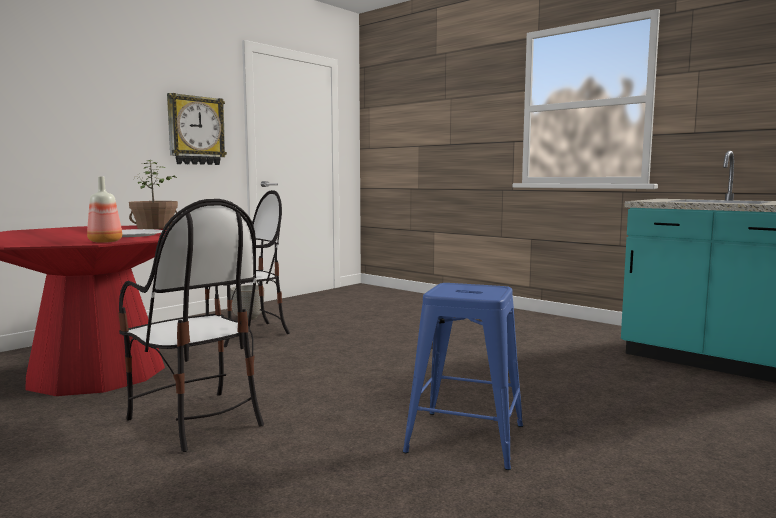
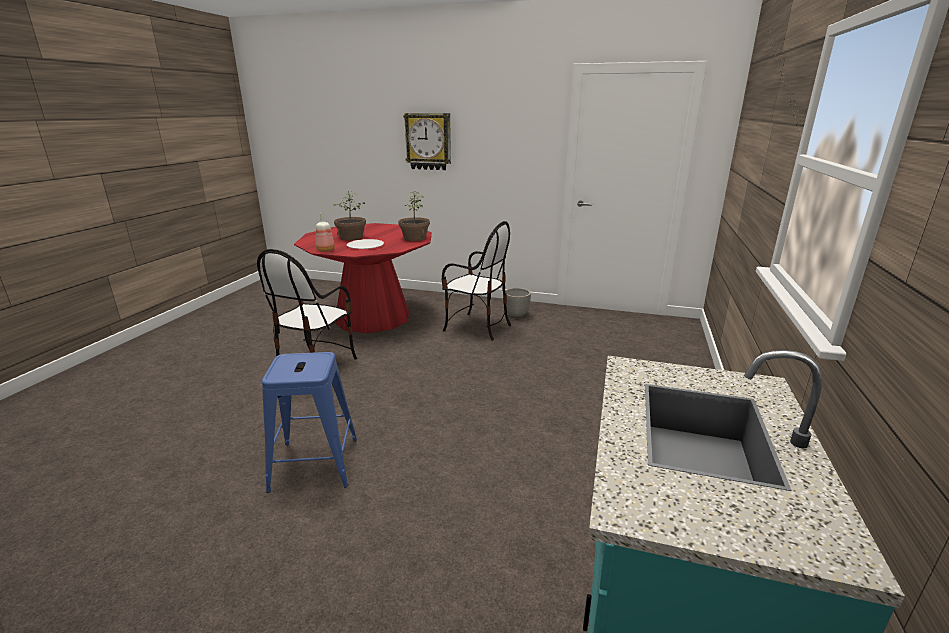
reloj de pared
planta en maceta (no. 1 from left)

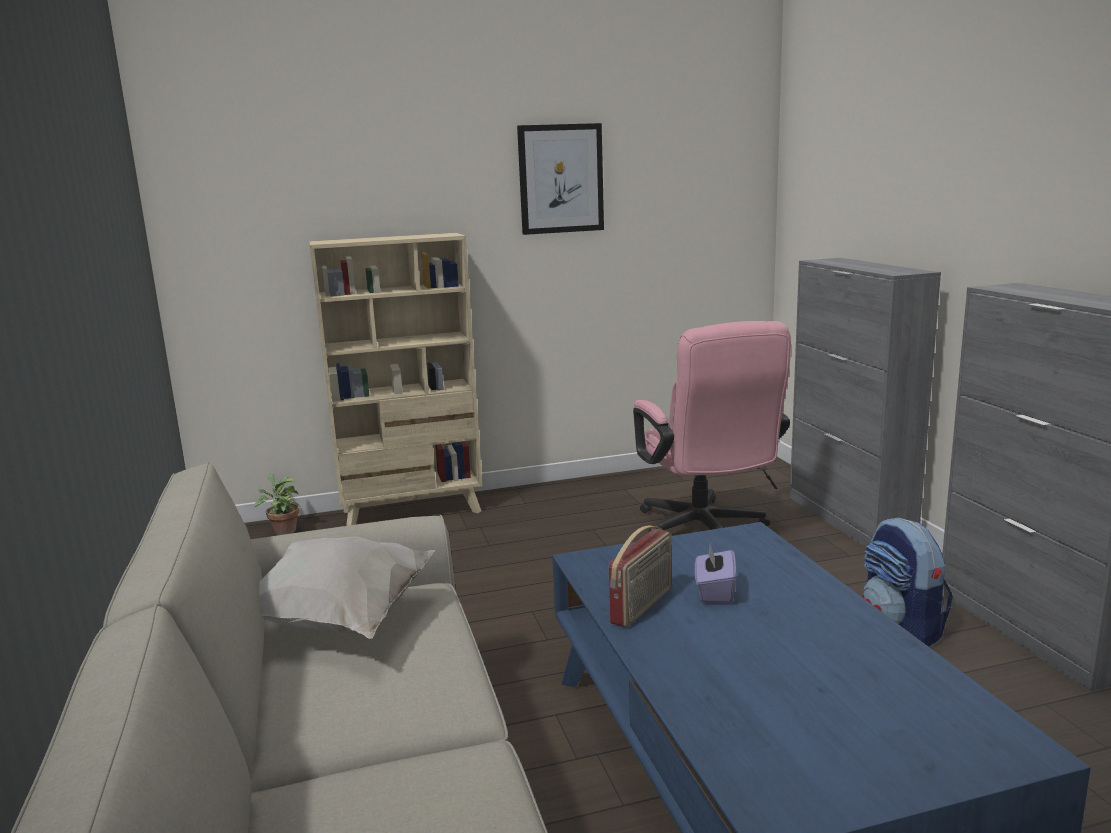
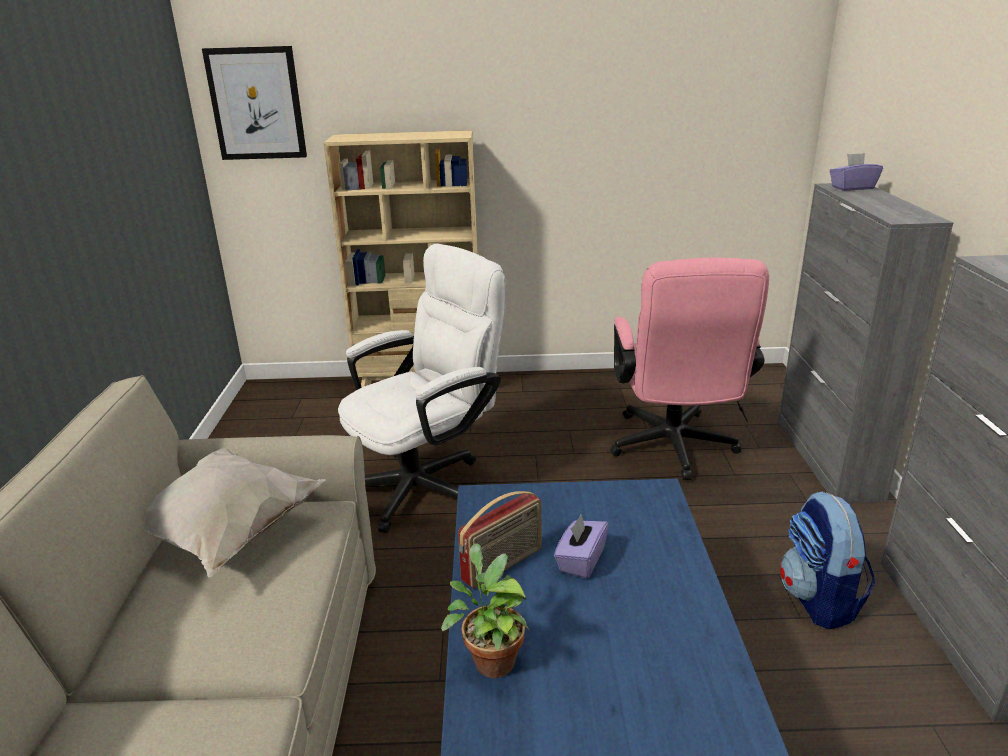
planta en maceta
cuadro
silla de oficina [blanco]
caja de pañuelos [morado] (no. 2 from left)

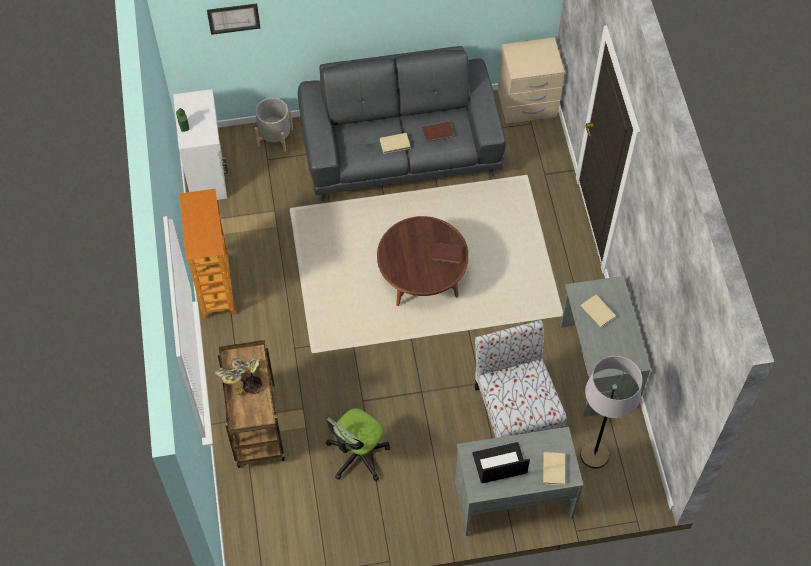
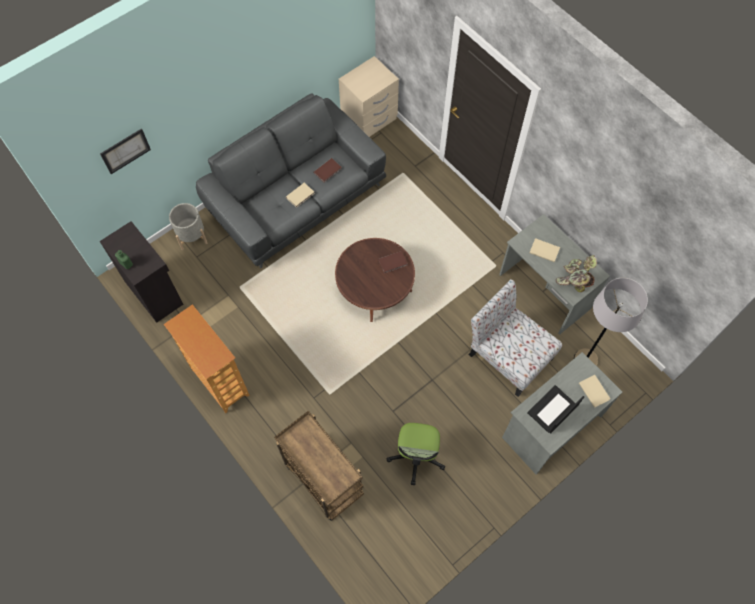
armario [negro]
planta en maceta

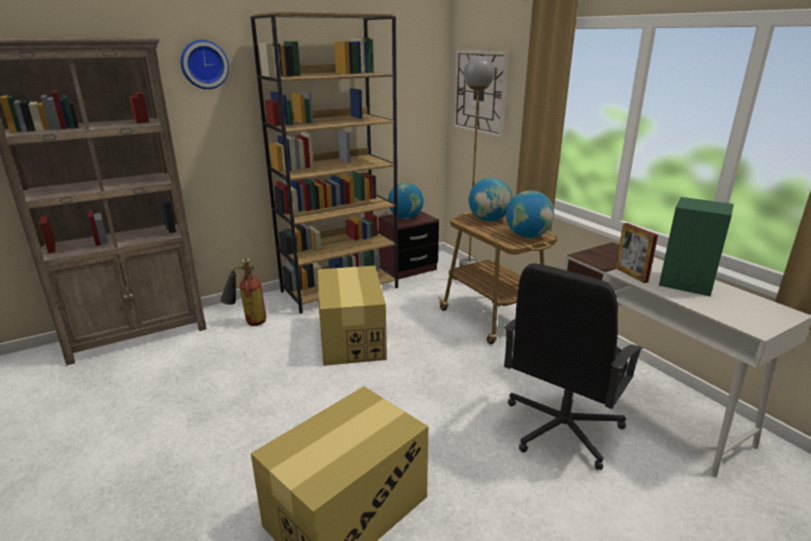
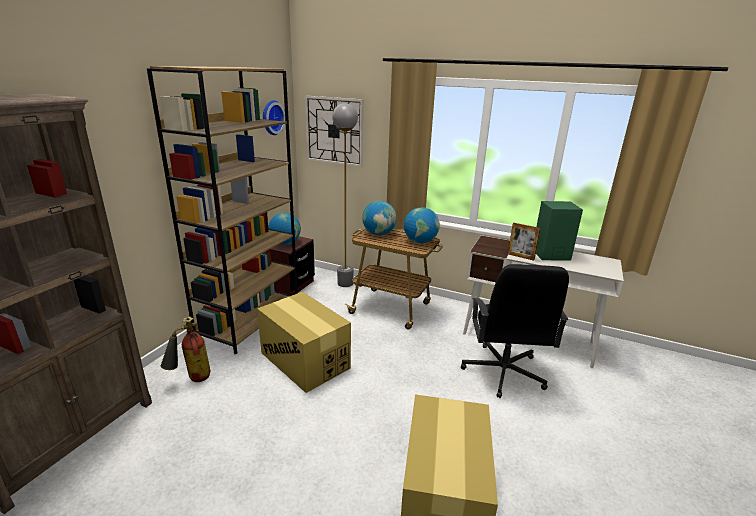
reloj de pared (no. 1 from left)

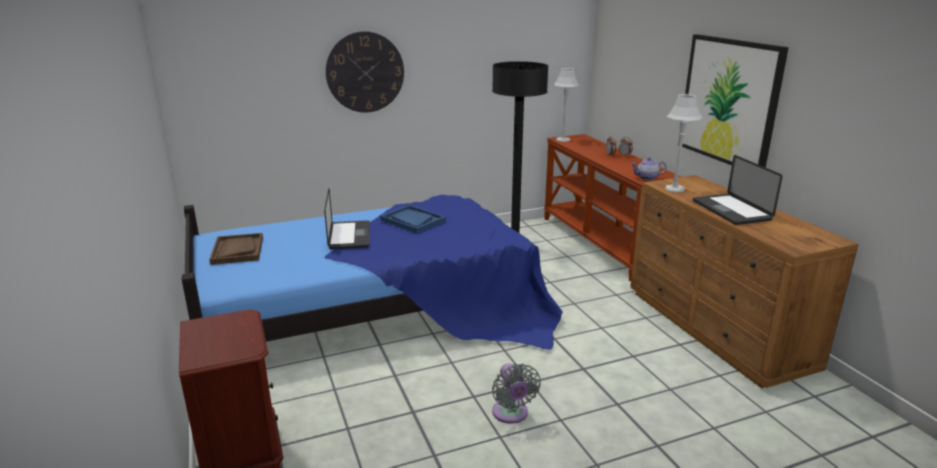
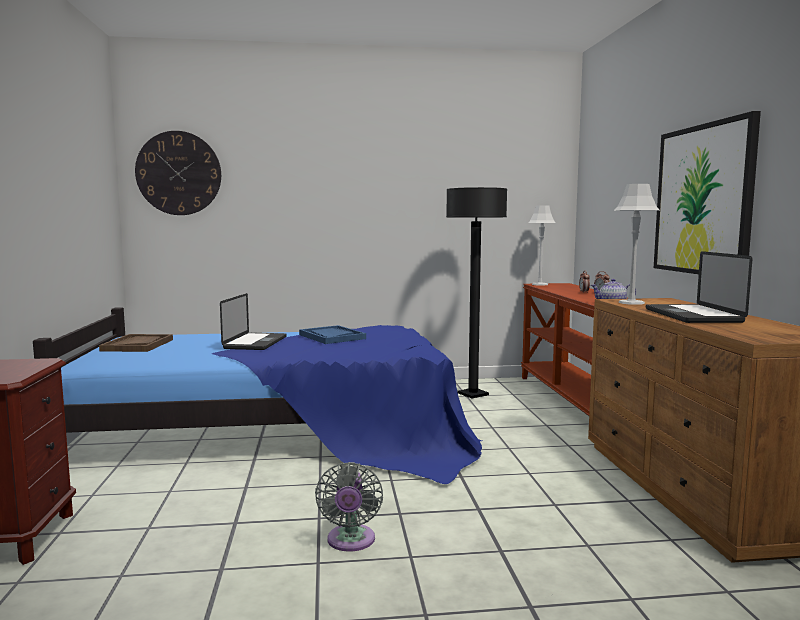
reloj de pared

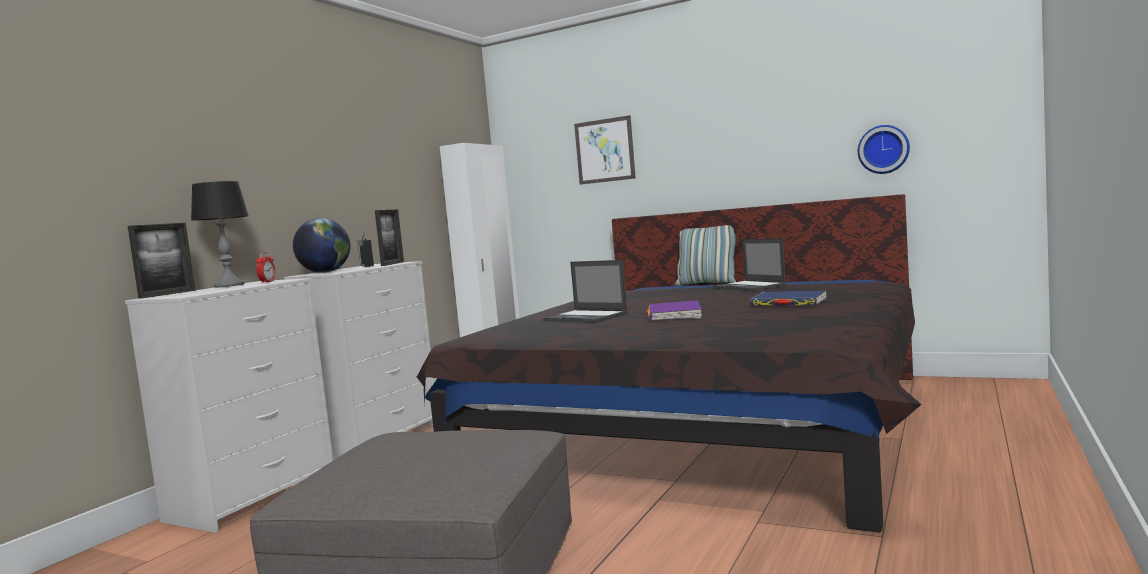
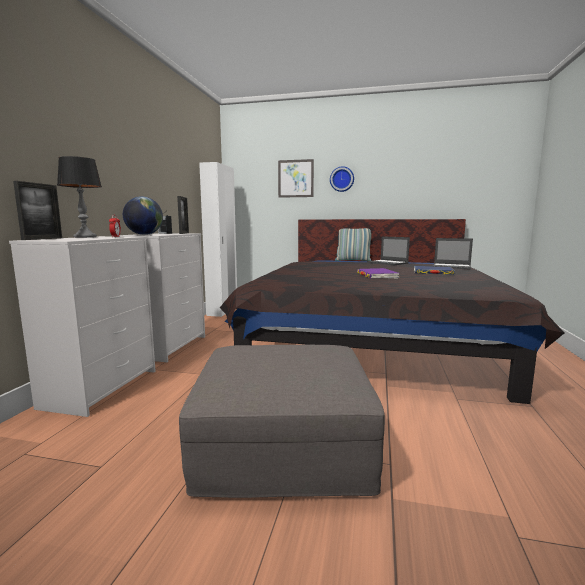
portátil (no. 2 from left)
reloj de pared

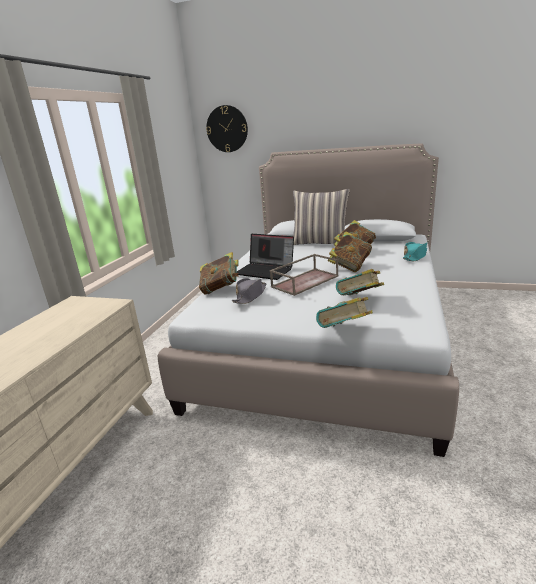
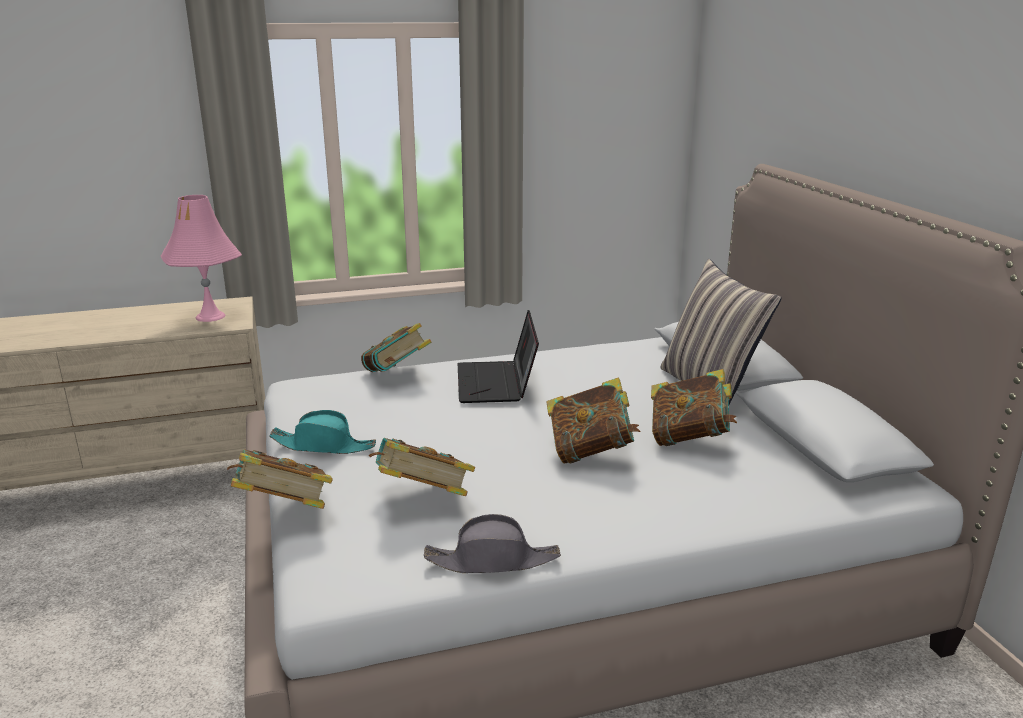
reloj de pared
sombrero [gris]
bandeja [marrón]
sombrero [turquesa]
lámpara de mesa [rosa]

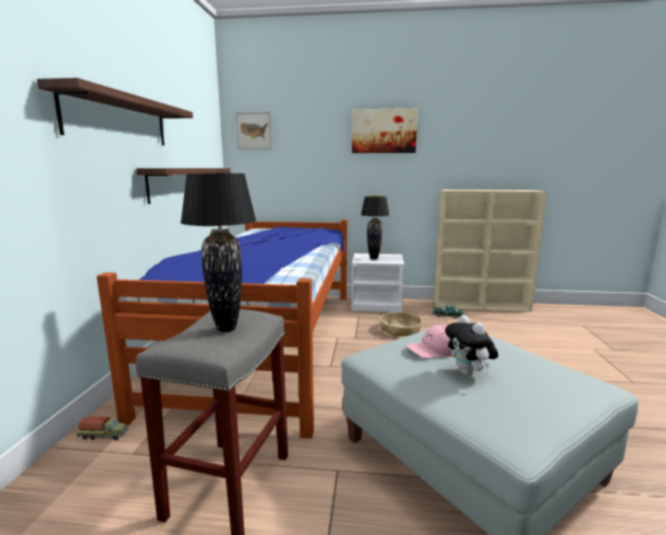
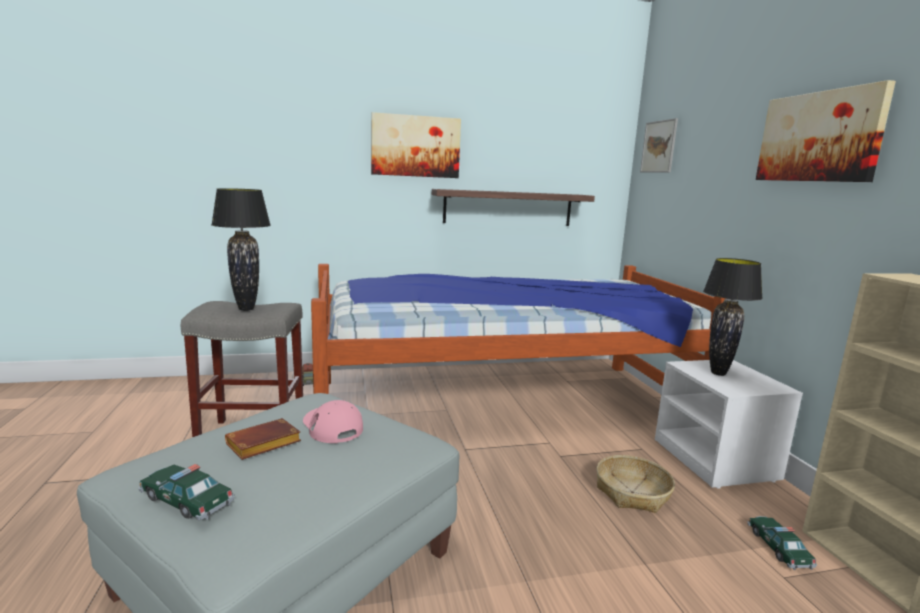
cuadro (no. 1 from left)
libro [marrón]
coche de juguete (no. 1 from left)

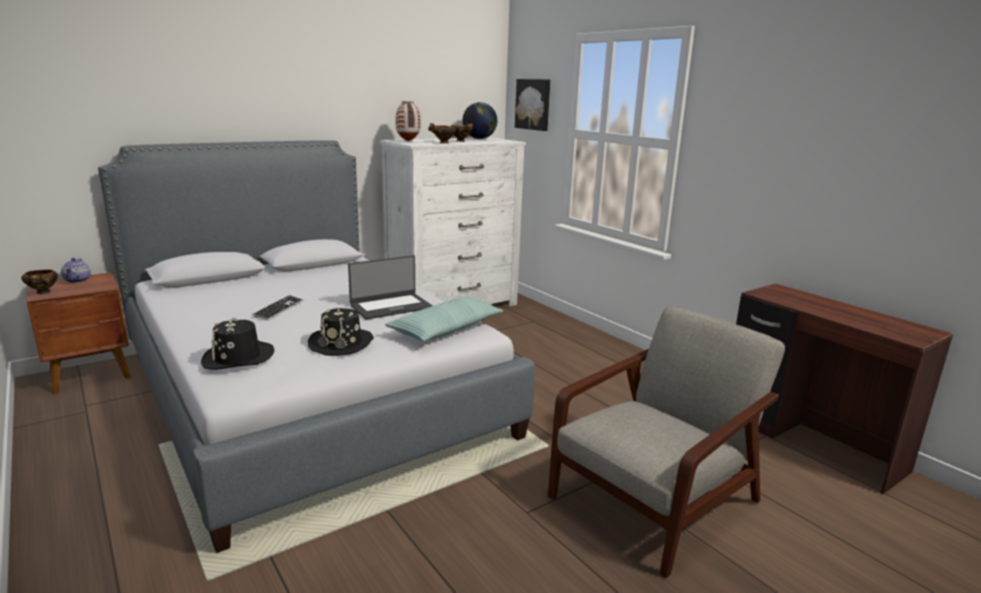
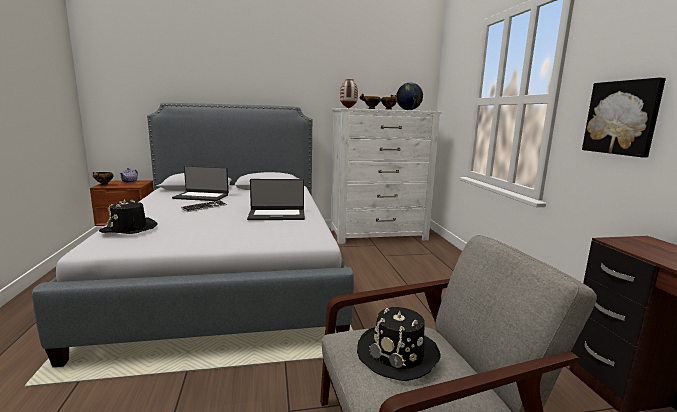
sombrero [negro] (no. 2 from left)
cojín
cuadro
portátil (no. 1 from left)

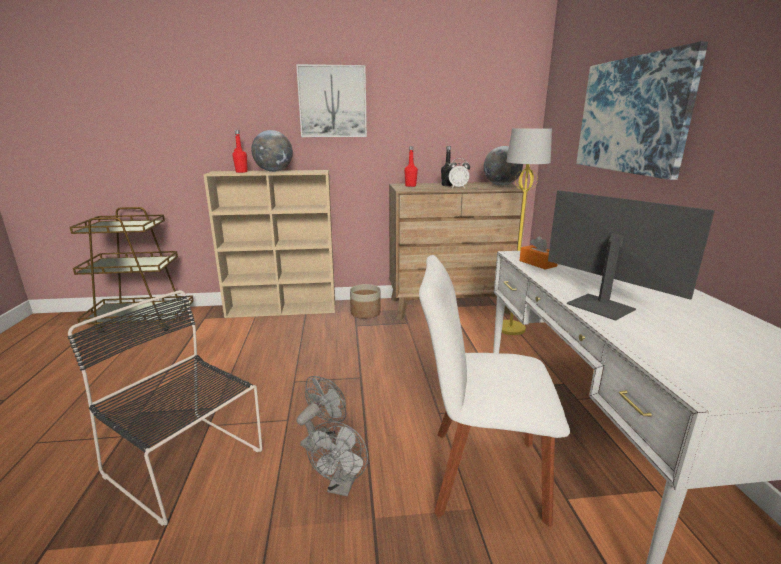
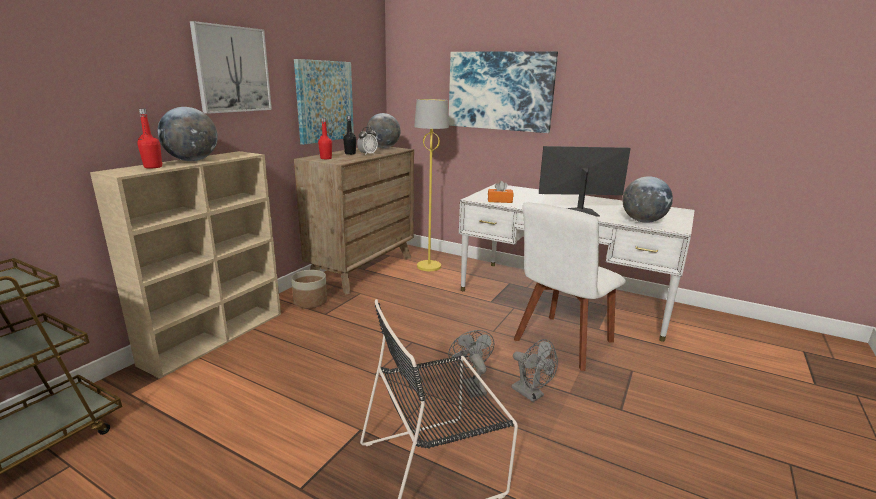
cuadro (no. 2 from left)
globo terráqueo (no. 3 from left)

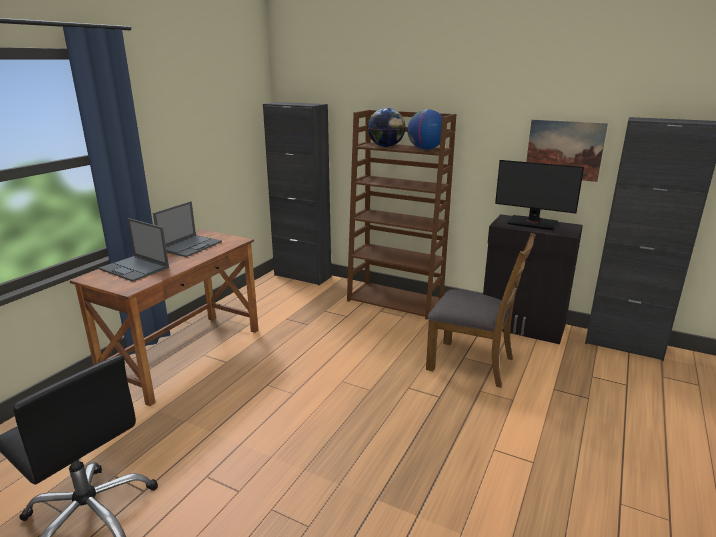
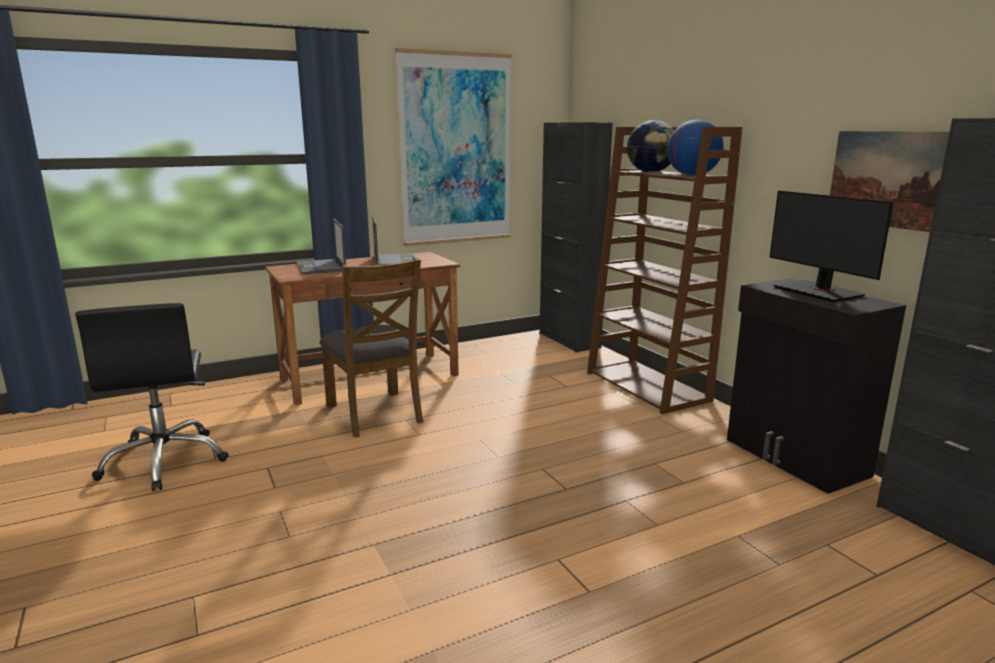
portátil (no. 2 from left)
silla [marrón]
cuadro (no. 1 from left)

